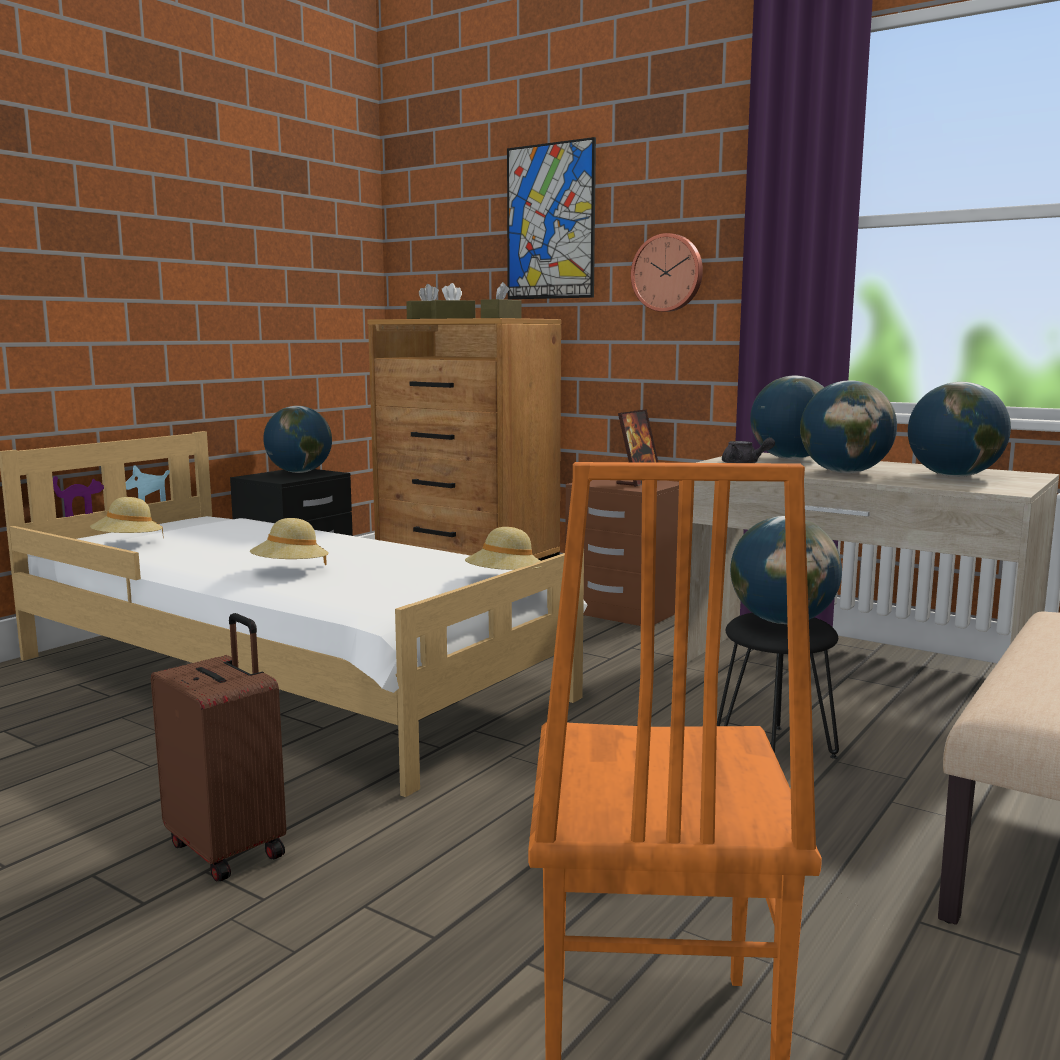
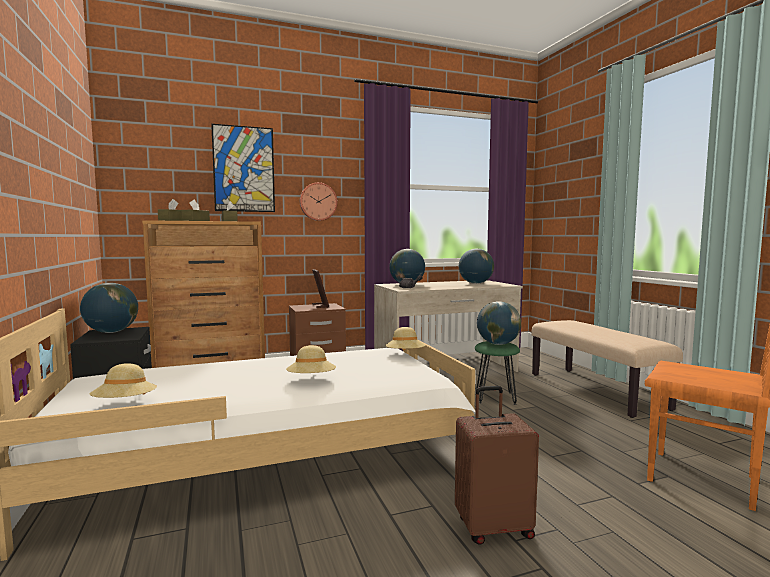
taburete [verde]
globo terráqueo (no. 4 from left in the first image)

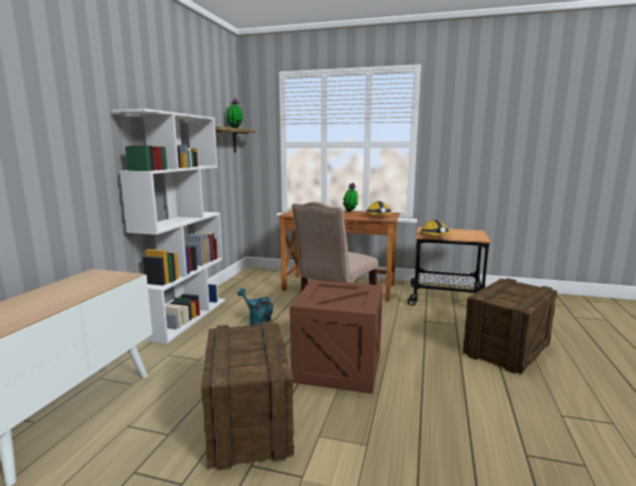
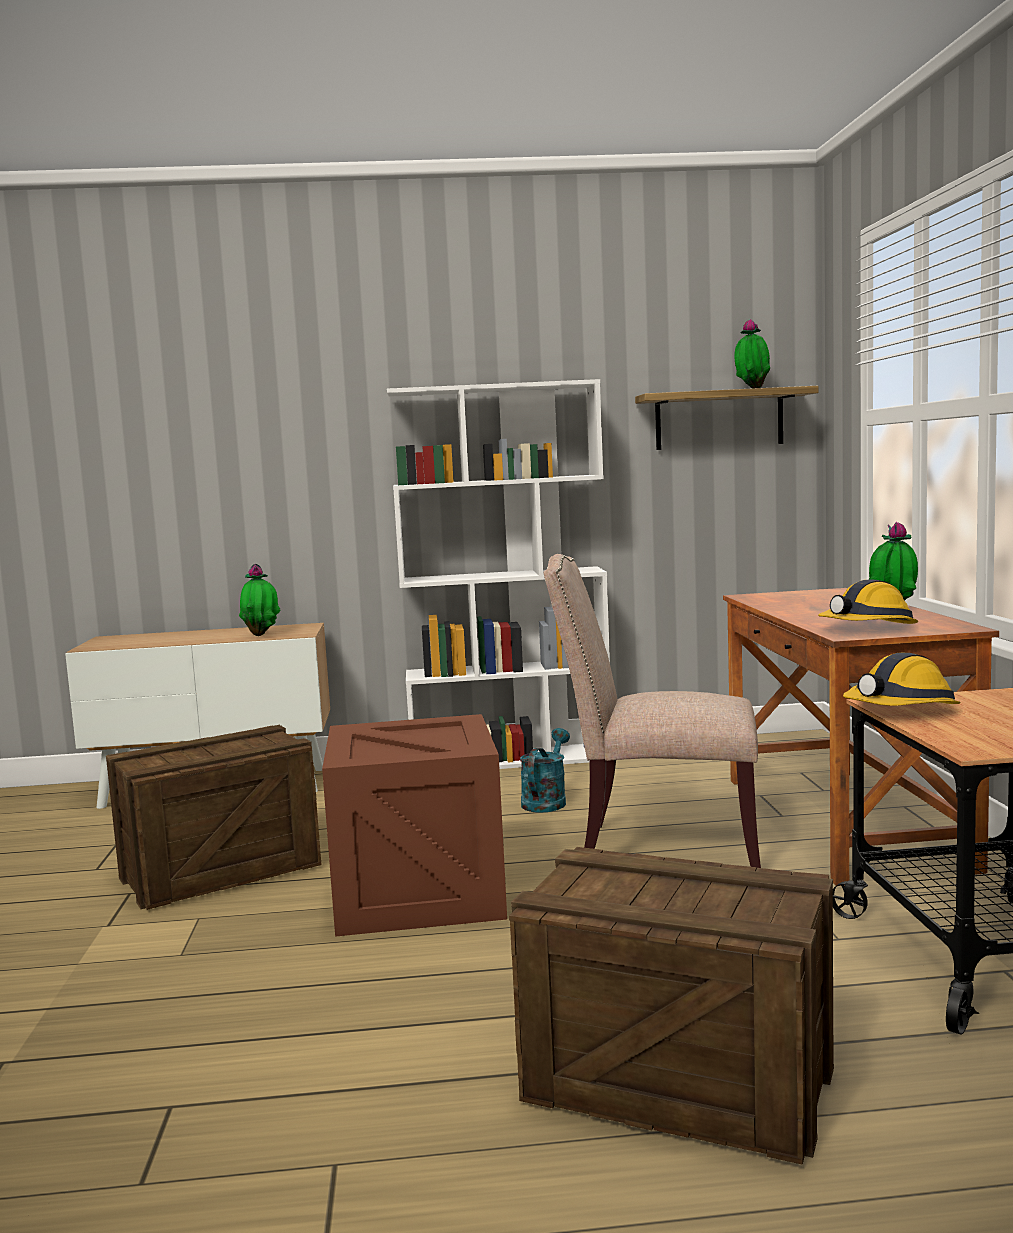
planta en maceta (no. 1 from left)

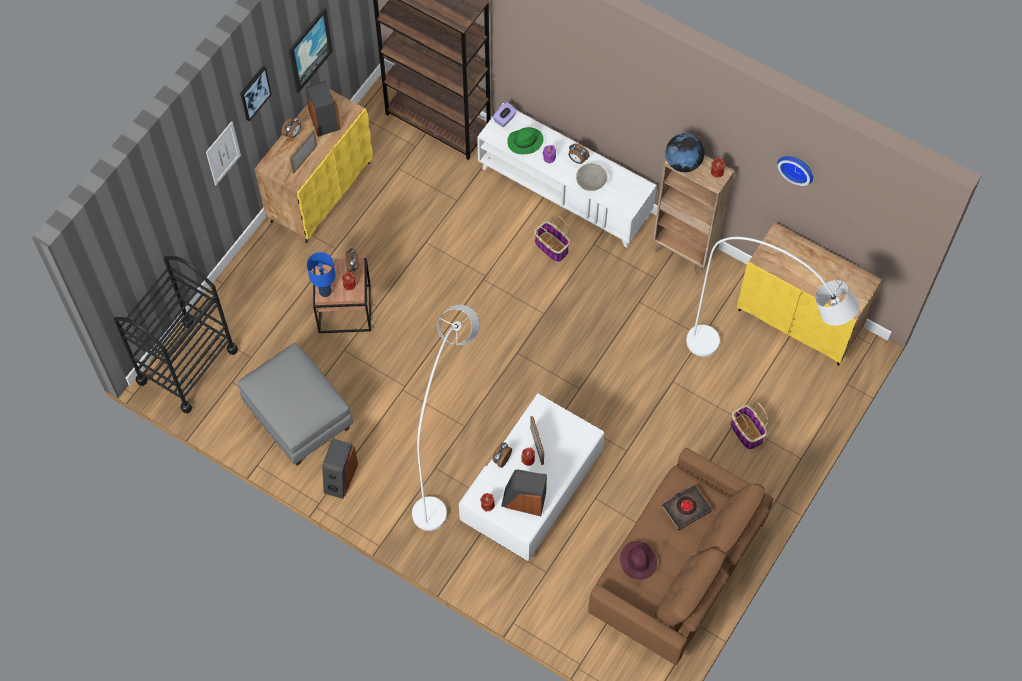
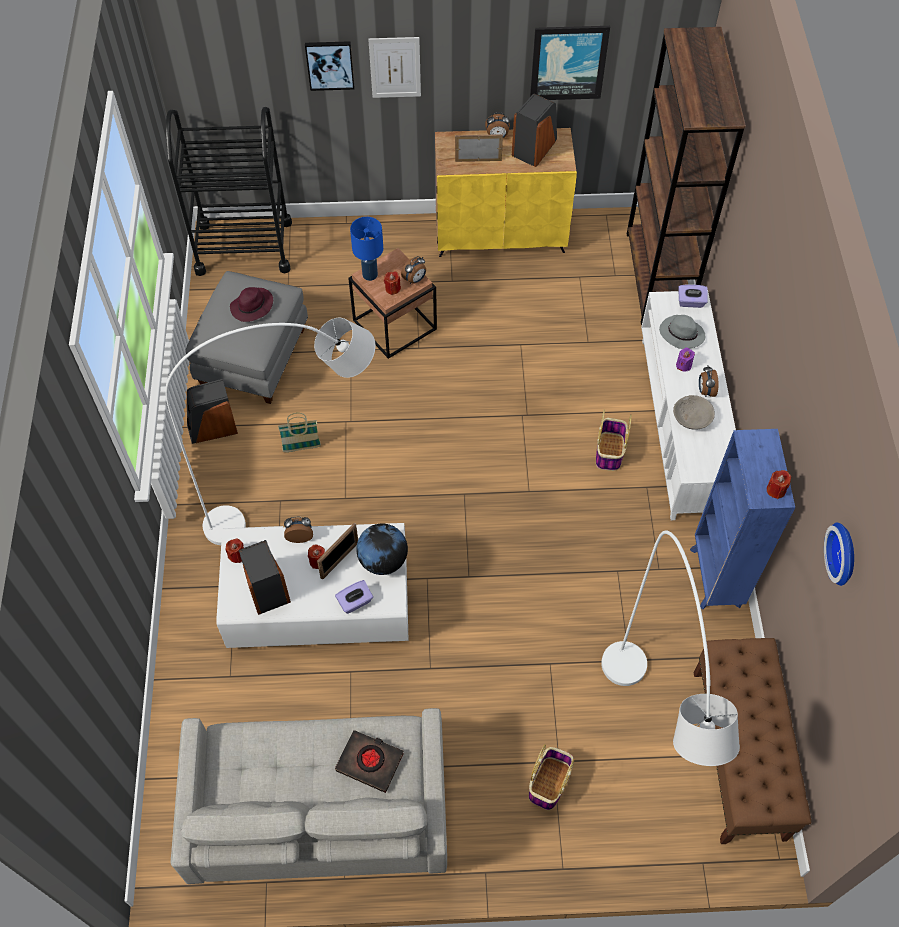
cuadro (no. 1 from left)
sombrero [gris]
sofá [gris]
sombrero [morado]
estantería [azul]
globo terráqueo
banco [marrón]
cesta (no. 1 from left)
caja de pañuelos [morado] (no. 1 from left)

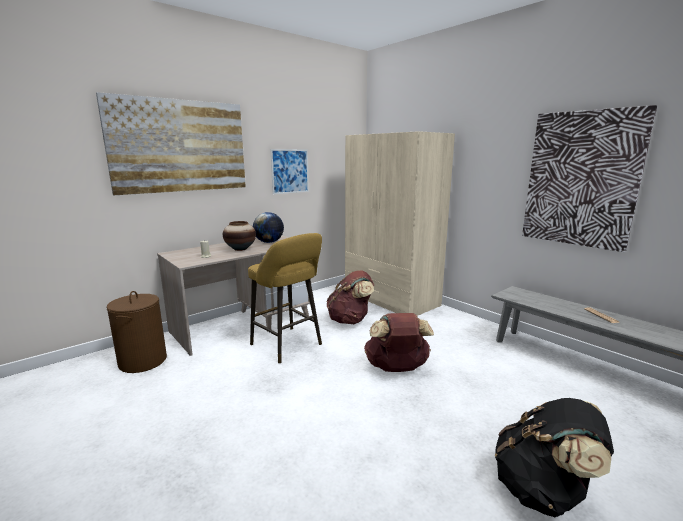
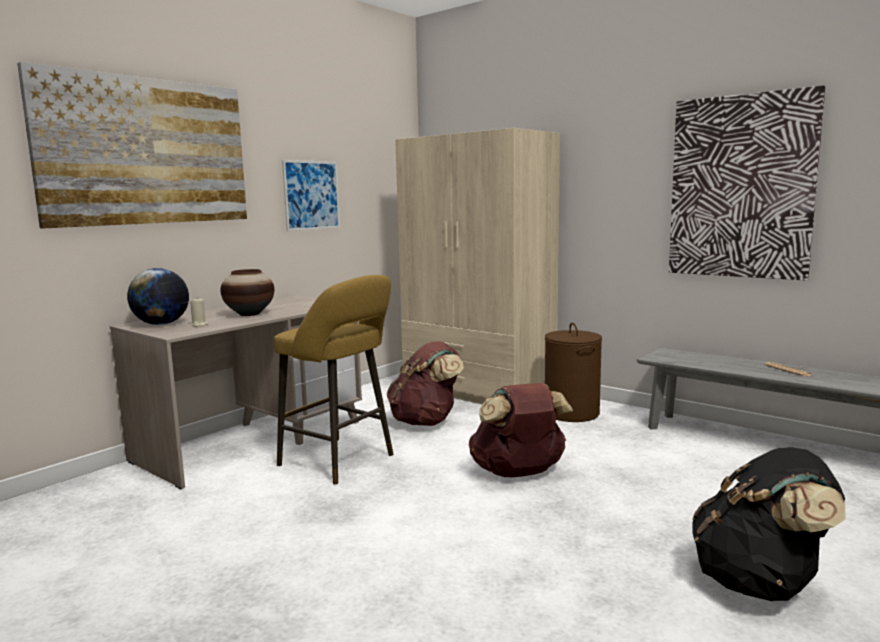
cesto de la ropa [marrón]
globo terráqueo

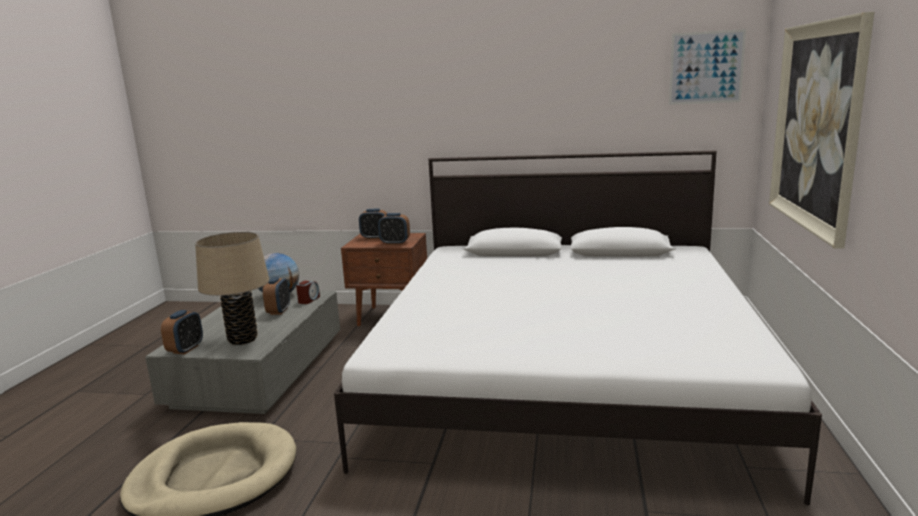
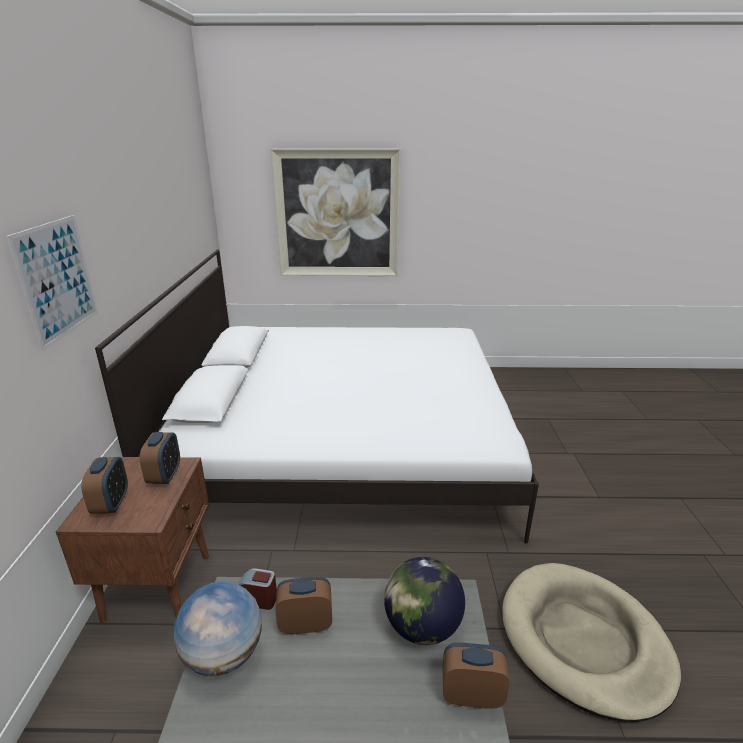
globo terráqueo (no. 2 from left)
cuadro (no. 1 from left)

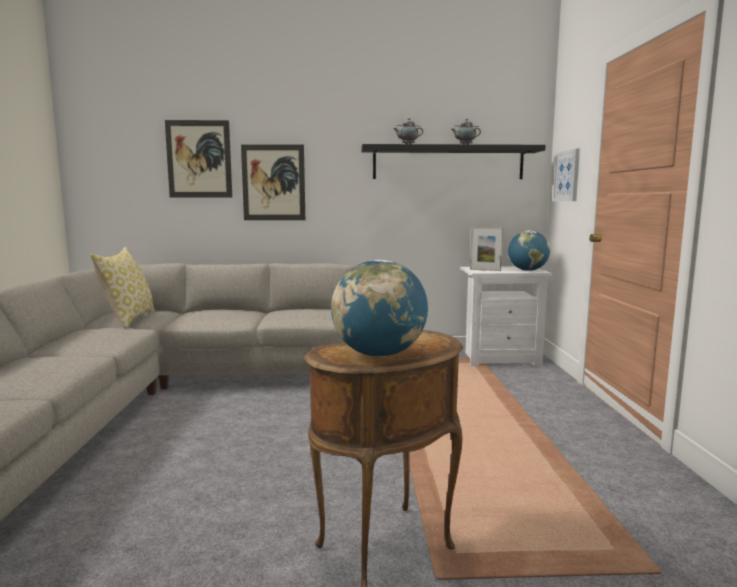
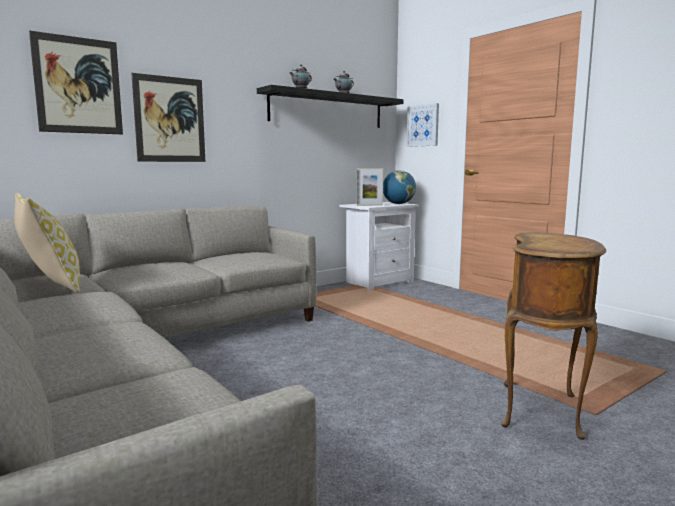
globo terráqueo (no. 1 from left in the first image)

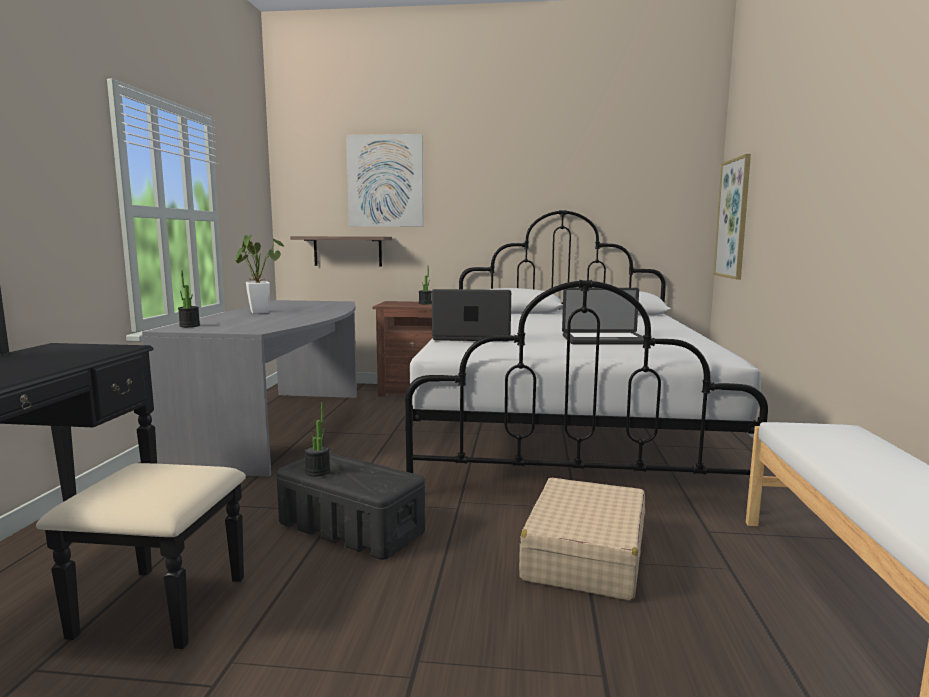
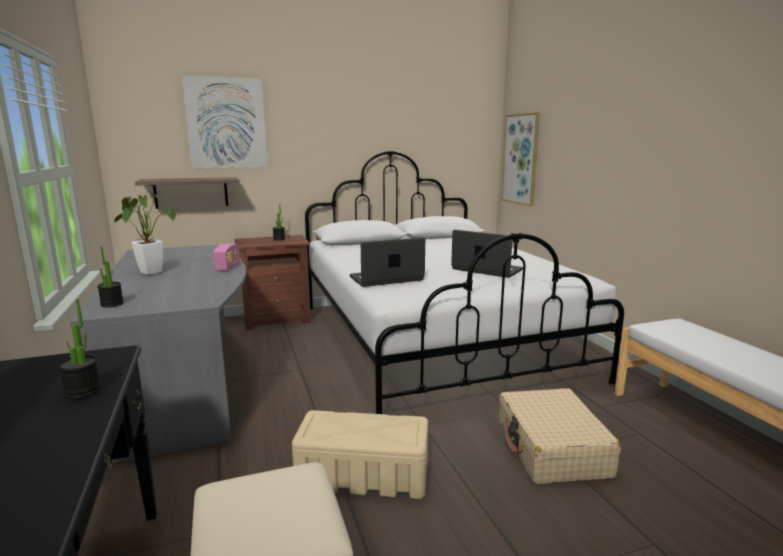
caja de almacenaje [beis]
planta en maceta (no. 1 from left)
portátil (no. 2 from left)
radio

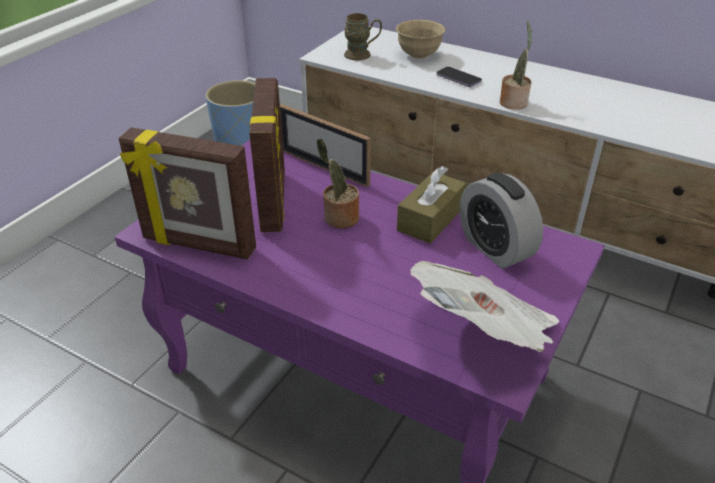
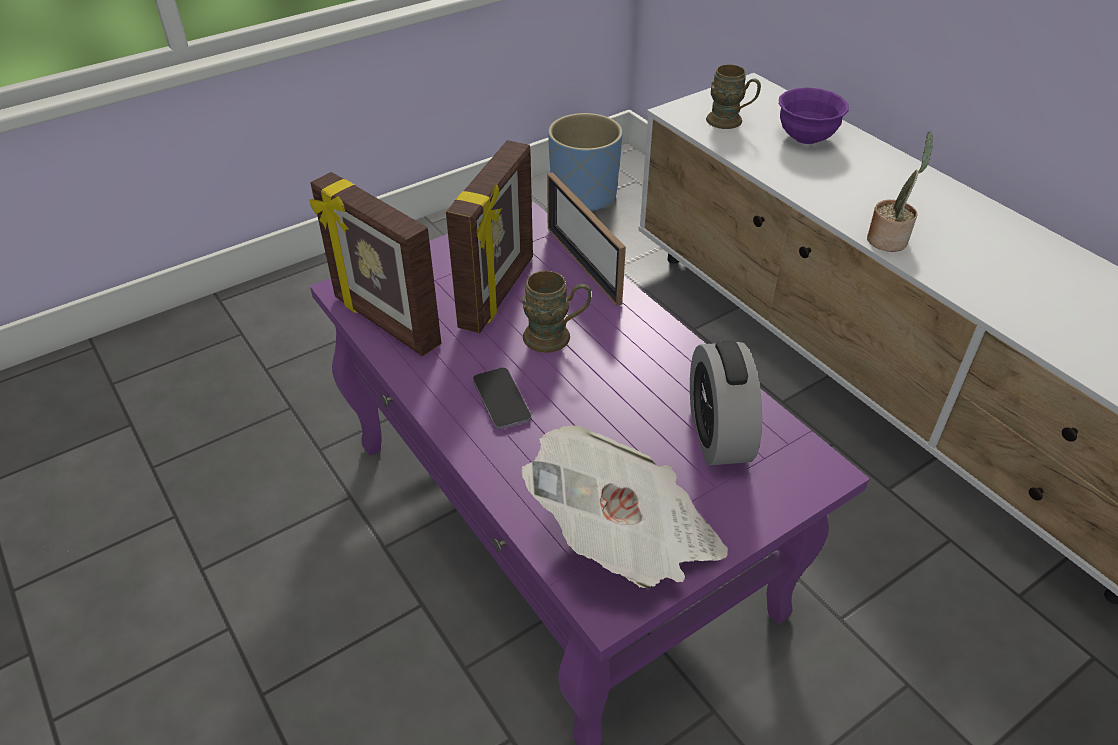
taza grande [marrón] (no. 1 from left)
cuenco [morado]
caja de pañuelos [marrón]
móvil

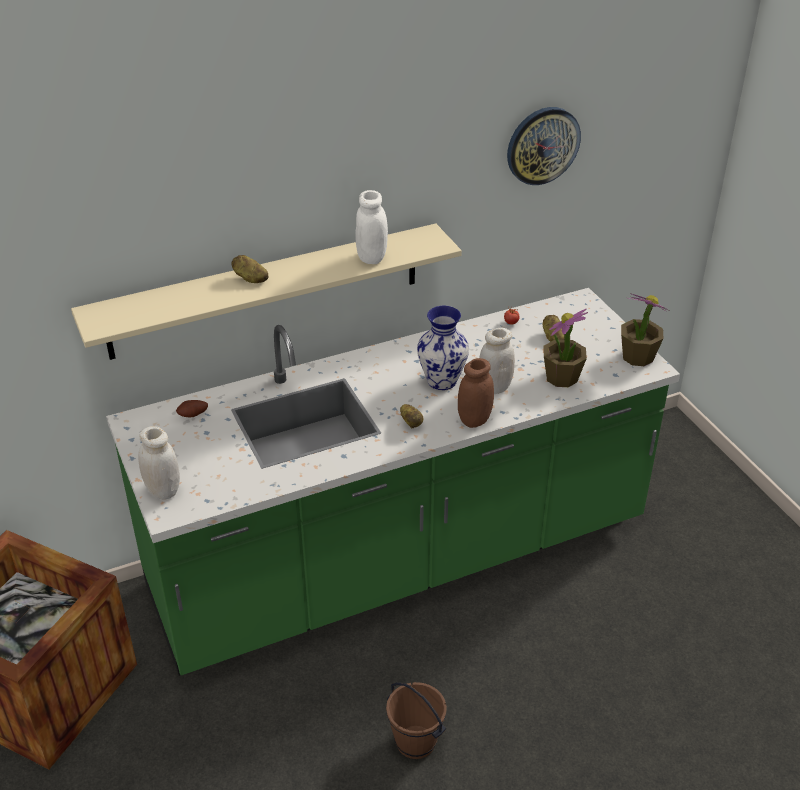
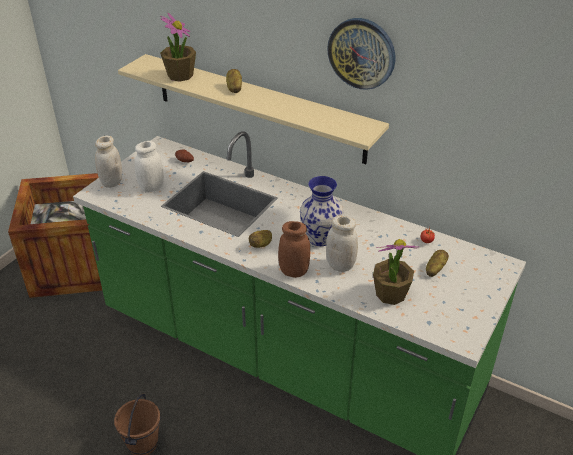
tarro [blanco] (no. 2 from left)
reloj de pared
planta en maceta (no. 1 from left)

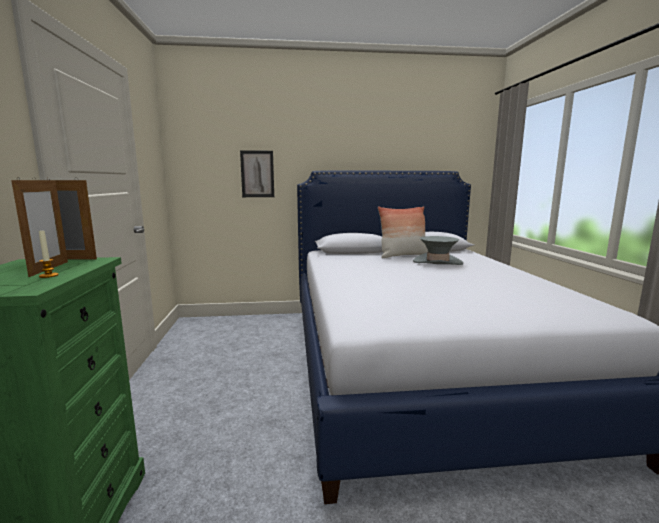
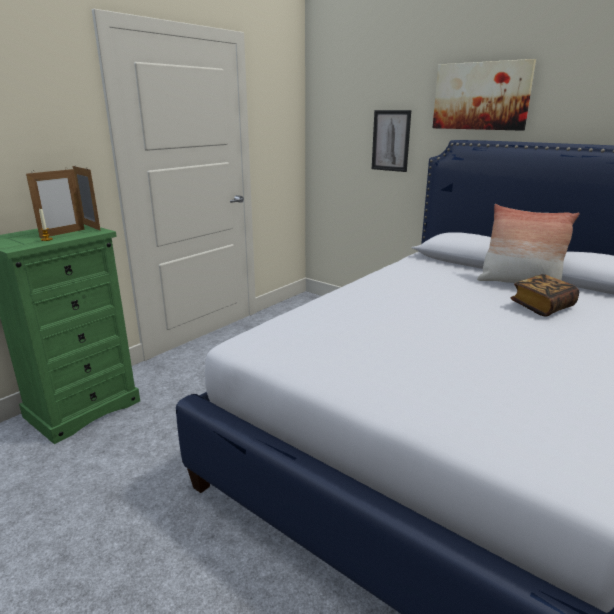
libro
cuadro (no. 2 from left)

